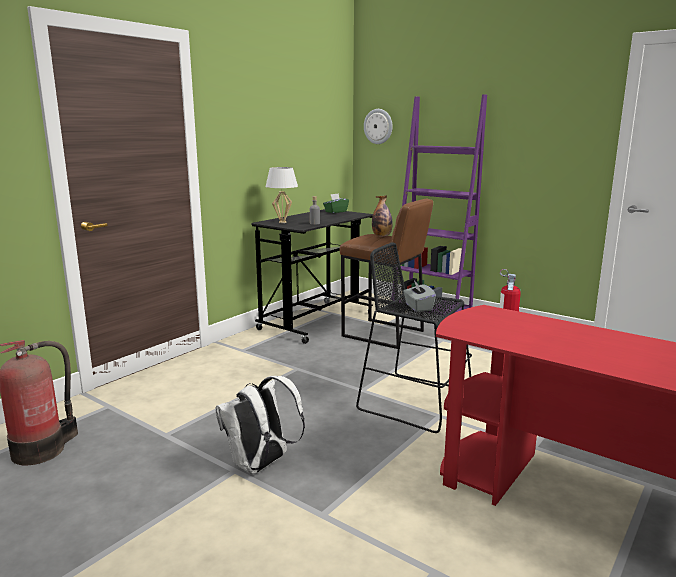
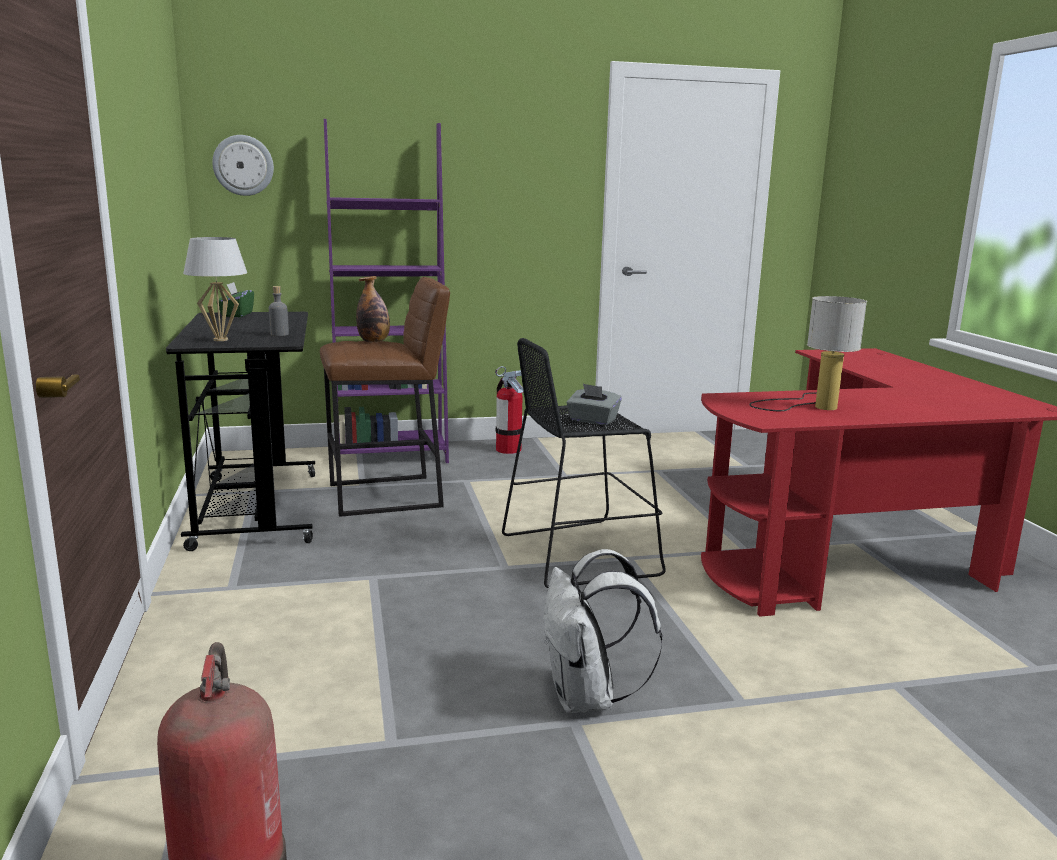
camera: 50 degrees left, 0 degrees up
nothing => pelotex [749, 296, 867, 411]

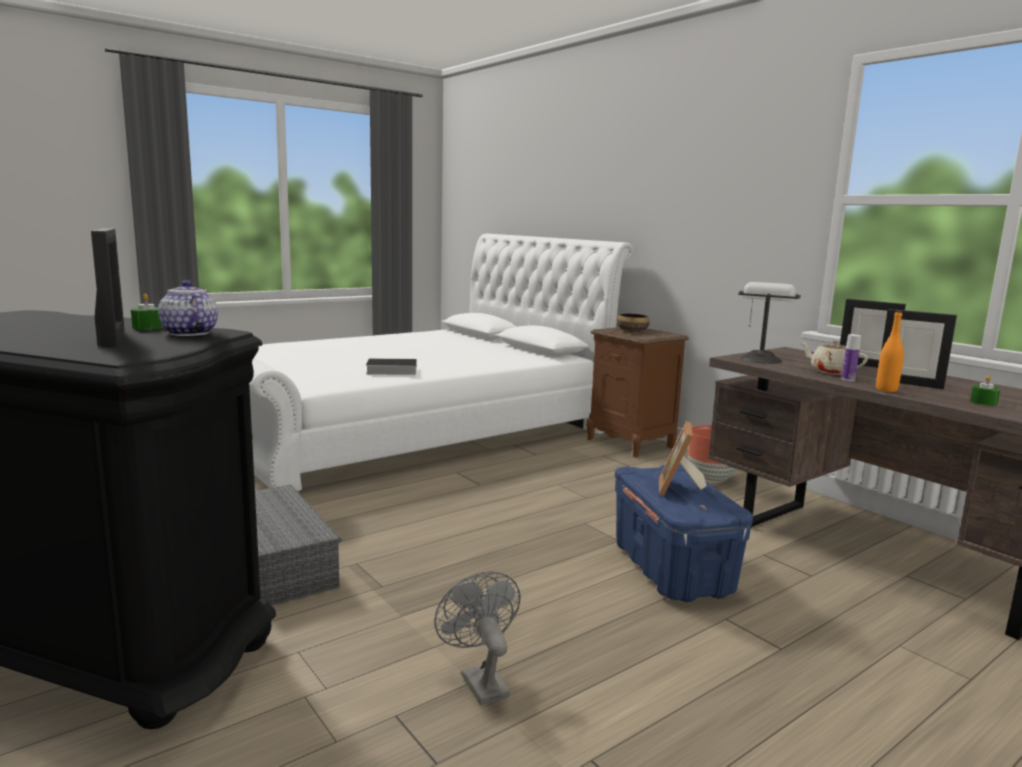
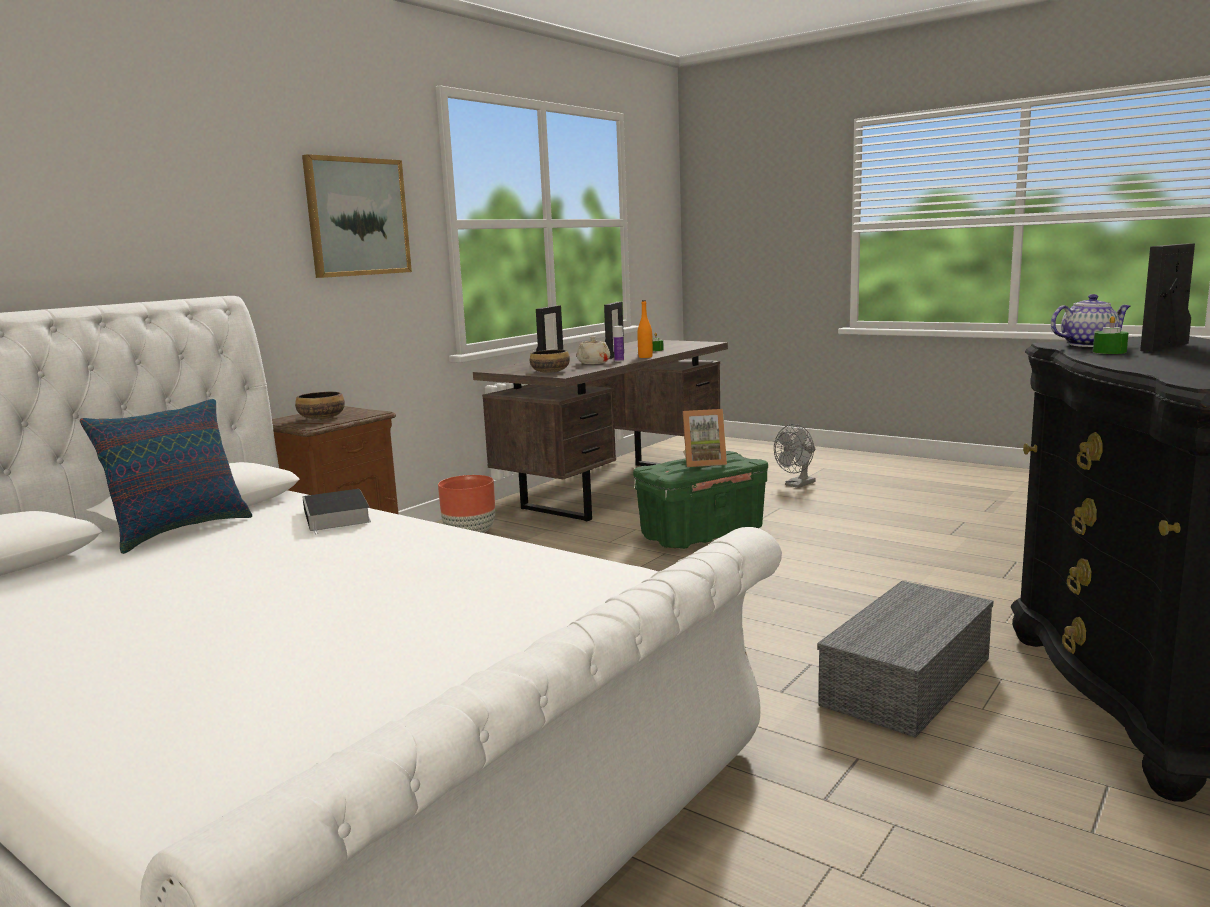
camera: 105 degrees left, 0 degrees up
nothing => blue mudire [80, 399, 252, 554]
nothing => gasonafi [302, 154, 412, 278]
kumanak [364, 358, 416, 375] => kumanak [302, 489, 371, 535], shifted
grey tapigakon [434, 571, 521, 705] => grey tapigakon [774, 424, 816, 488], shifted
pelotex [738, 282, 801, 364] => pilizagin [530, 350, 570, 373]
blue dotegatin [615, 464, 753, 602] => green dotegatin [633, 451, 768, 549]
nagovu [158, 280, 218, 336] => nagovu [1051, 294, 1131, 347], 135 degrees counterclockwise

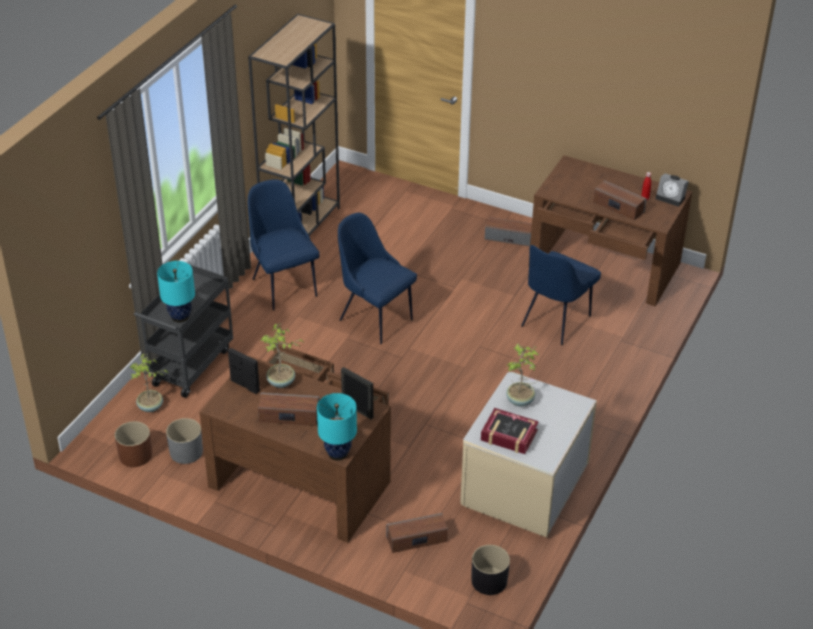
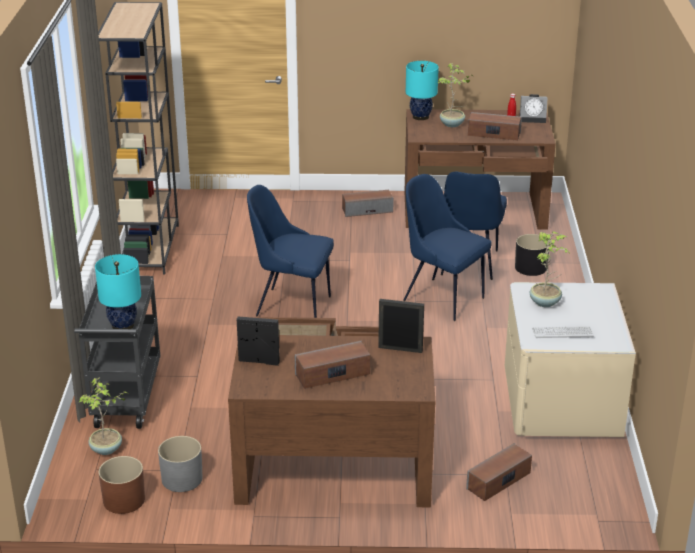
camera: 25 degrees left, 10 degrees down
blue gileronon [248, 179, 319, 311] => blue gileronon [403, 174, 492, 321], shifted
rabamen [261, 323, 304, 388] => rabamen [438, 63, 473, 127], shifted
turquoise pelotex [317, 393, 357, 461] => turquoise pelotex [406, 61, 439, 120], shifted
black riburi [472, 545, 510, 595] => black riburi [515, 234, 550, 276], shifted
kumanak [481, 408, 539, 454] => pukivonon [532, 326, 594, 339]

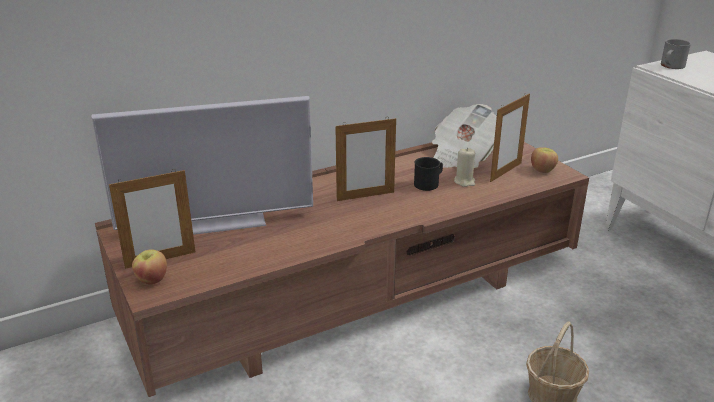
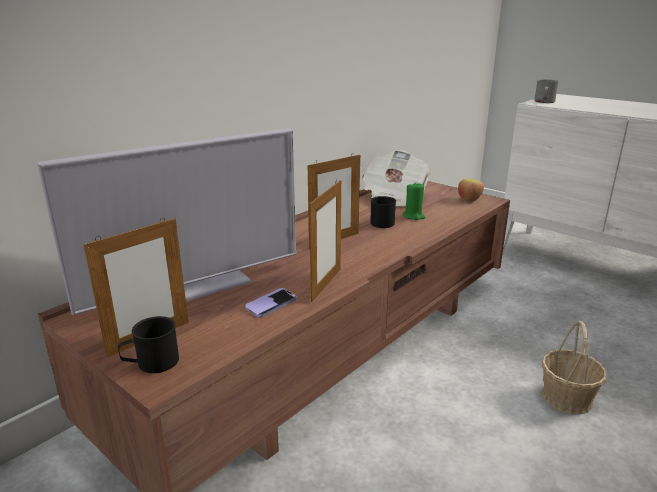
camera: 20 degrees left, 5 degrees down
nothing => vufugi [245, 288, 297, 318]
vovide [490, 93, 530, 182] => vovide [309, 180, 341, 302], shifted
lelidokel [132, 249, 167, 285] => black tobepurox [118, 316, 179, 373]
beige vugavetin [454, 148, 475, 187] => green vugavetin [403, 183, 425, 220]

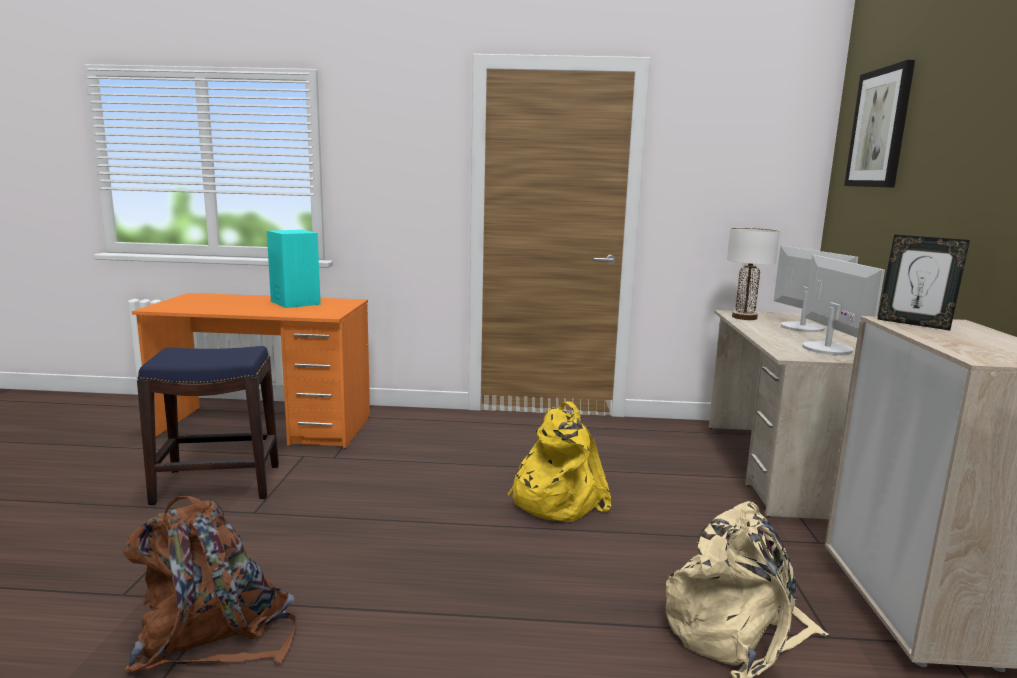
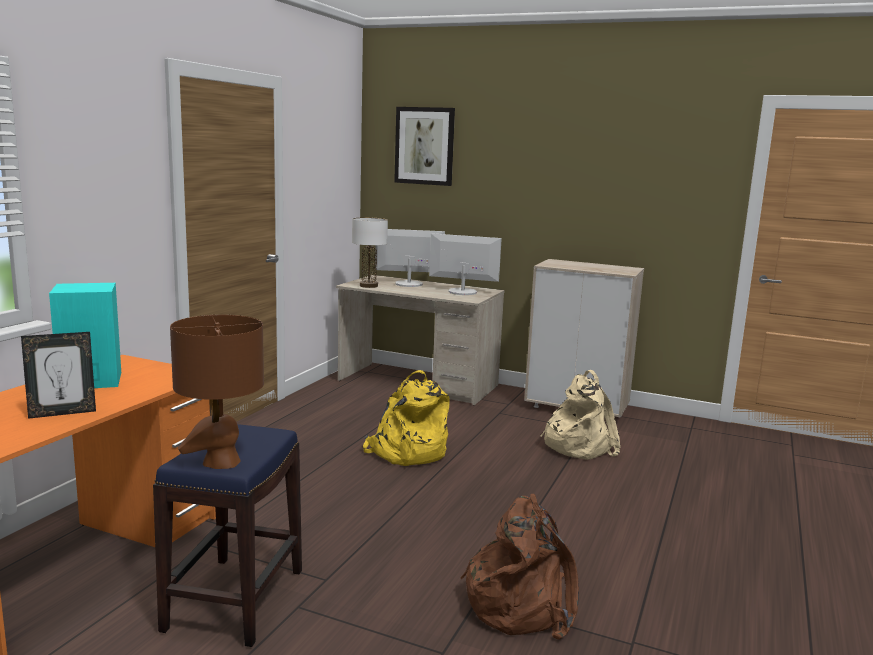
camera: 70 degrees left, 0 degrees up
nothing => brown pelotex [170, 315, 264, 469]
vovide [877, 235, 970, 330] => vovide [21, 332, 96, 419], shifted

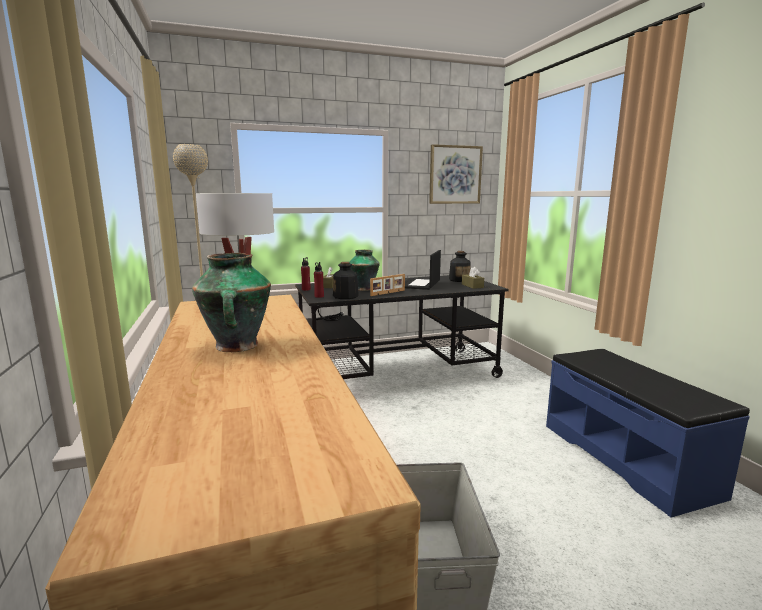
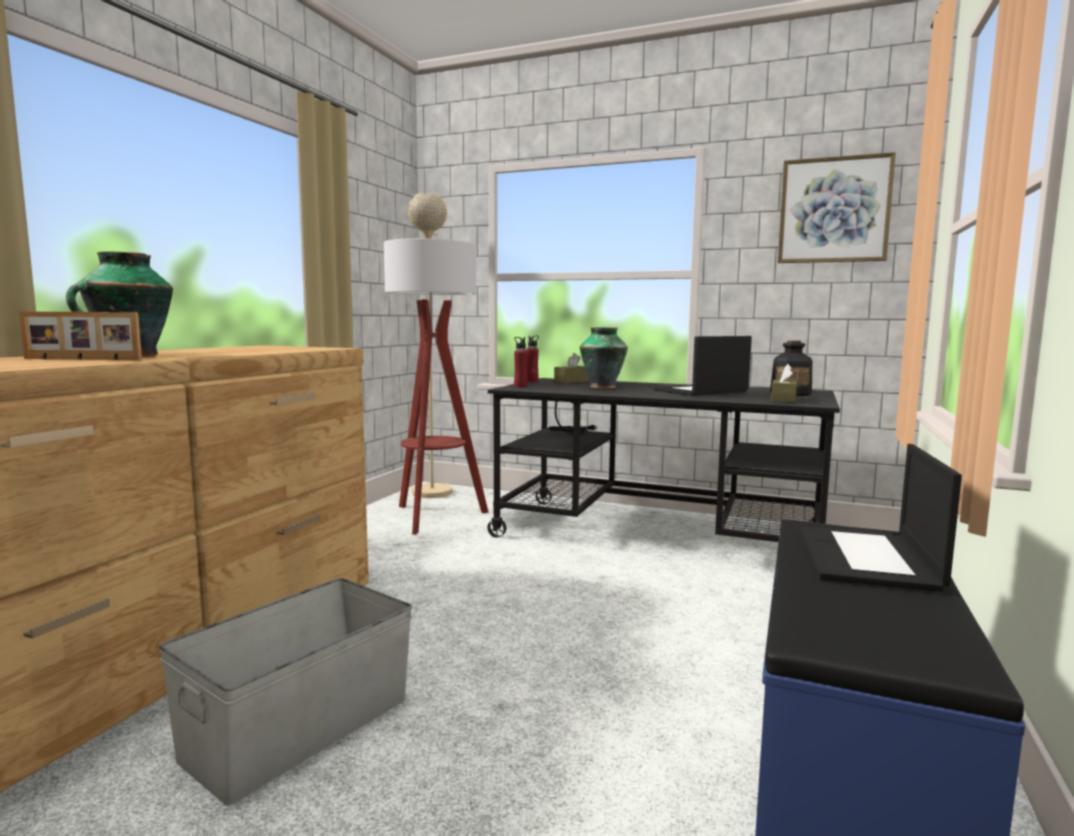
camera: 40 degrees right, 5 degrees down
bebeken [333, 262, 359, 299] => nothing
nothing => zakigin [800, 444, 962, 592]
vovide [370, 274, 405, 296] => vovide [19, 311, 142, 360], shifted

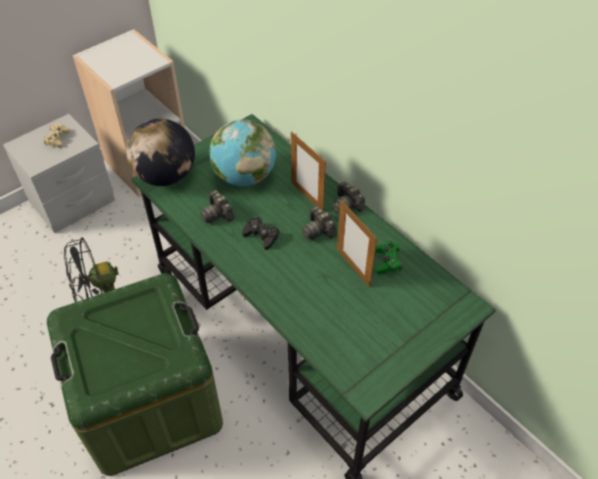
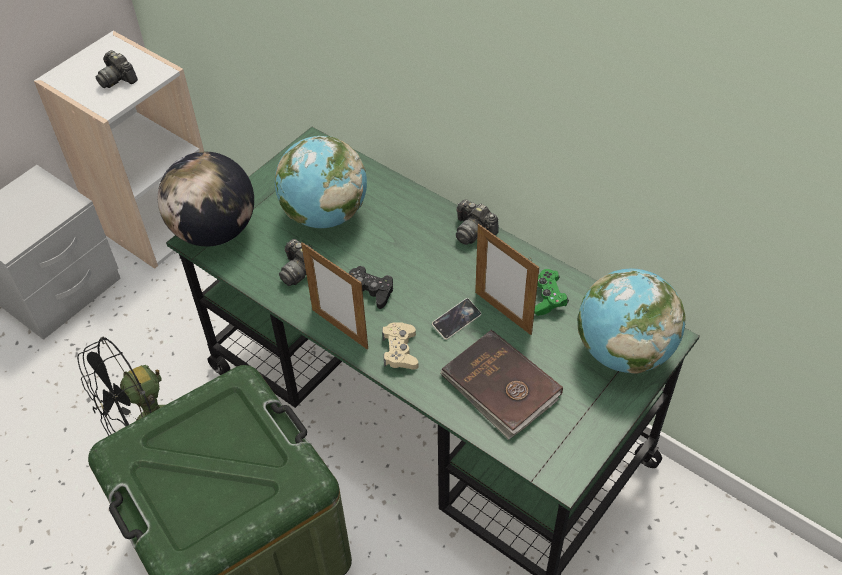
camera: 10 degrees left, 0 degrees up
nothing => vufugi [432, 298, 481, 340]
nothing => brown kumanak [440, 329, 563, 439]
nothing => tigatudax [577, 268, 686, 373]
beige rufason [43, 124, 71, 148] => beige rufason [382, 322, 419, 370], shifted
vovide [291, 131, 326, 211] => vovide [301, 242, 368, 350], shifted
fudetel [302, 206, 336, 240] => fudetel [96, 50, 138, 88], shifted

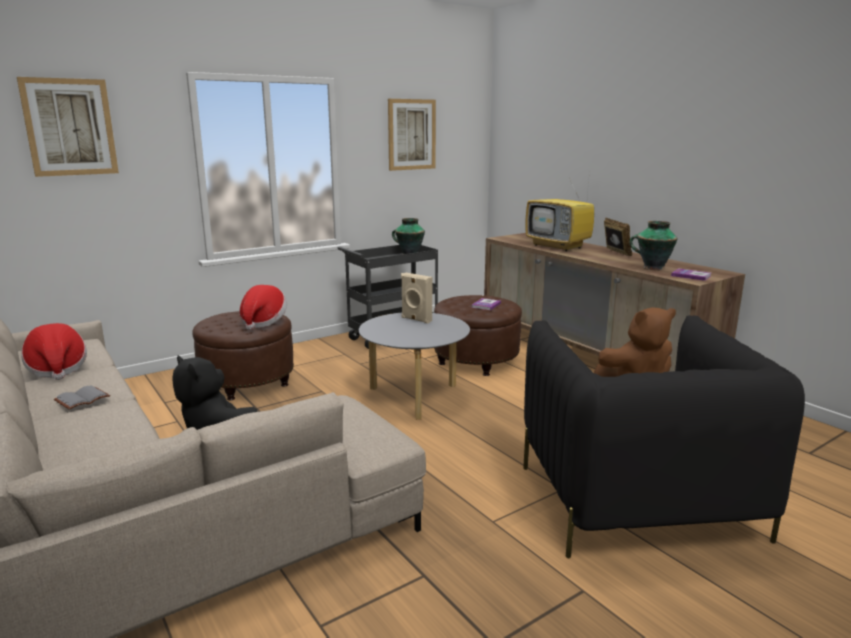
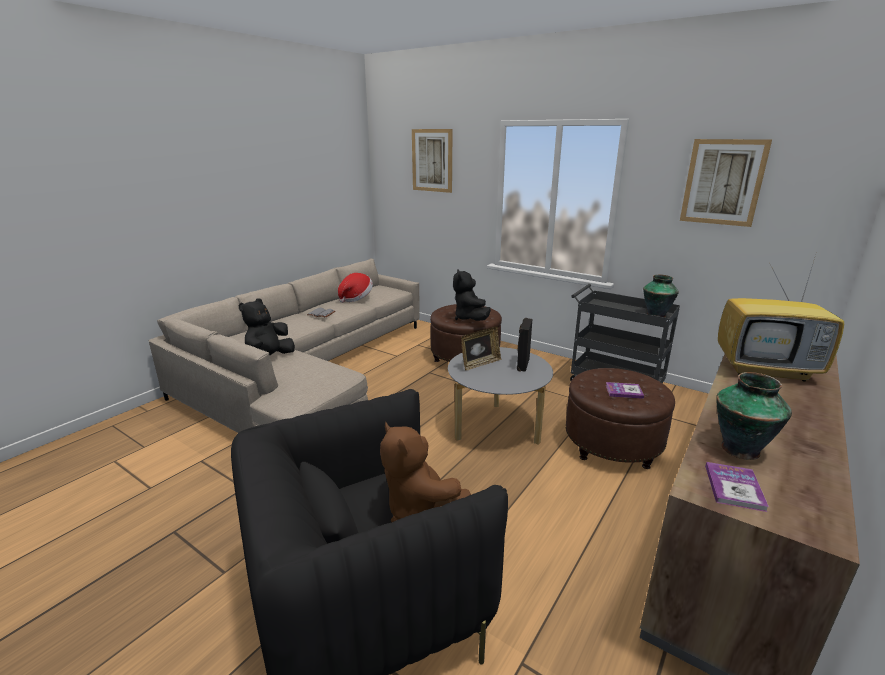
camera: 70 degrees right, 5 degrees up
vovide [604, 218, 632, 256] => vovide [461, 326, 501, 370], shifted
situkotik [240, 285, 287, 330] => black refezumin [453, 269, 491, 321]
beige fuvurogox [401, 273, 432, 323] => black fuvurogox [517, 318, 532, 372]
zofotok [525, 169, 594, 251] => zofotok [718, 258, 844, 382], 105 degrees counterclockwise

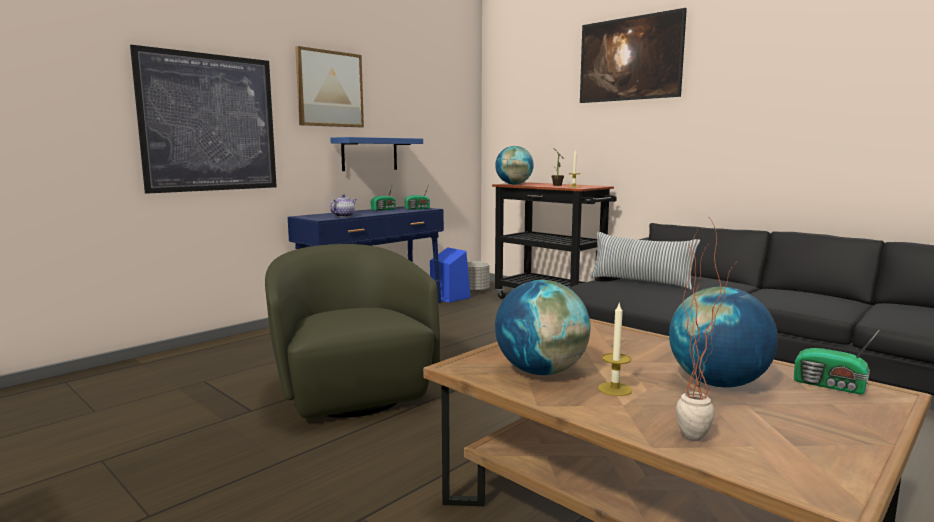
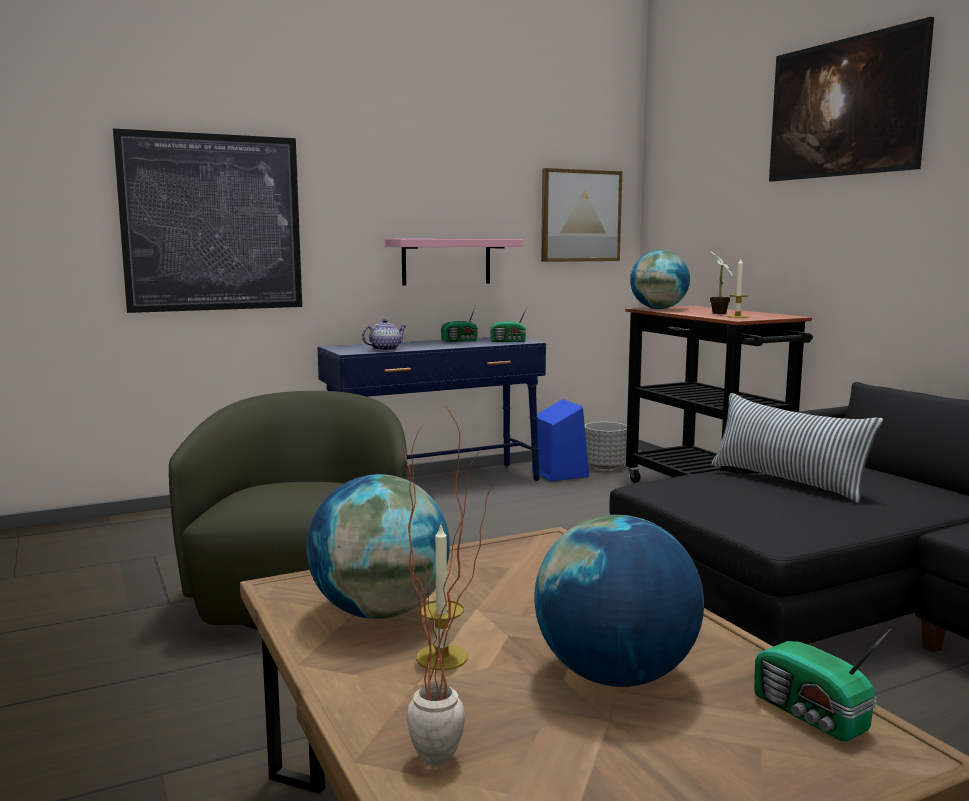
camera: 20 degrees right, 0 degrees up
gasonafi [295, 46, 364, 127] => gasonafi [541, 168, 622, 262], shifted
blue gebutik [330, 137, 423, 171] => pink gebutik [385, 239, 523, 286]

